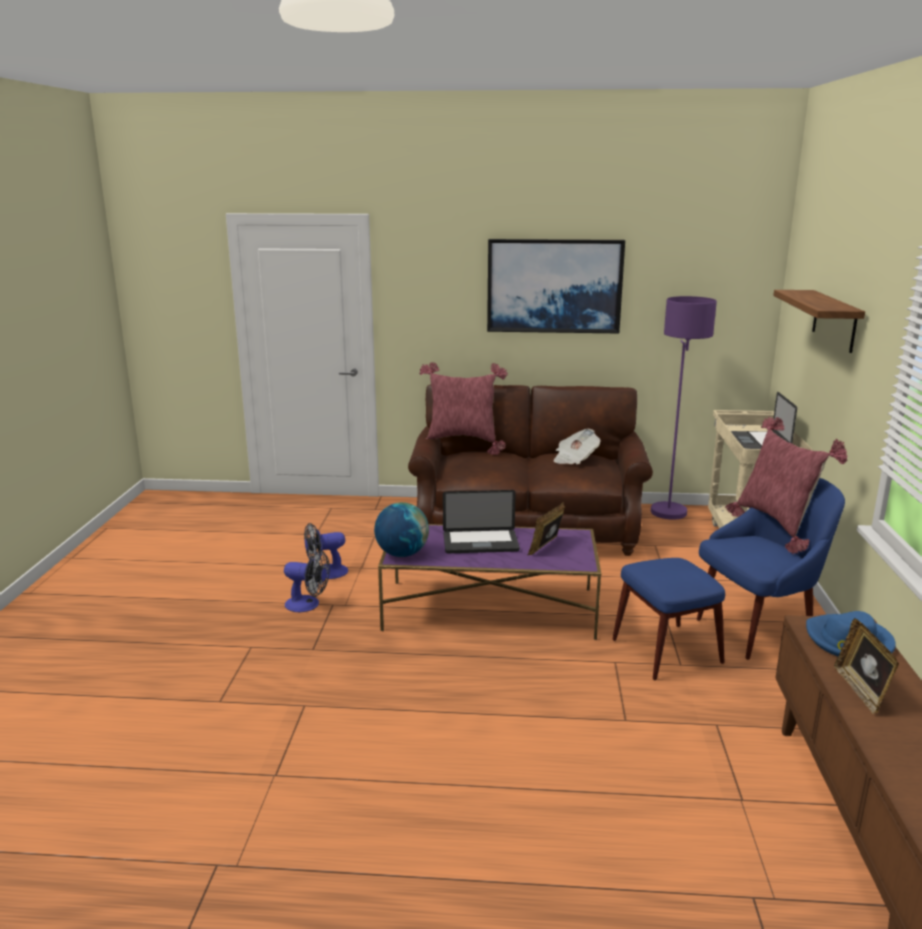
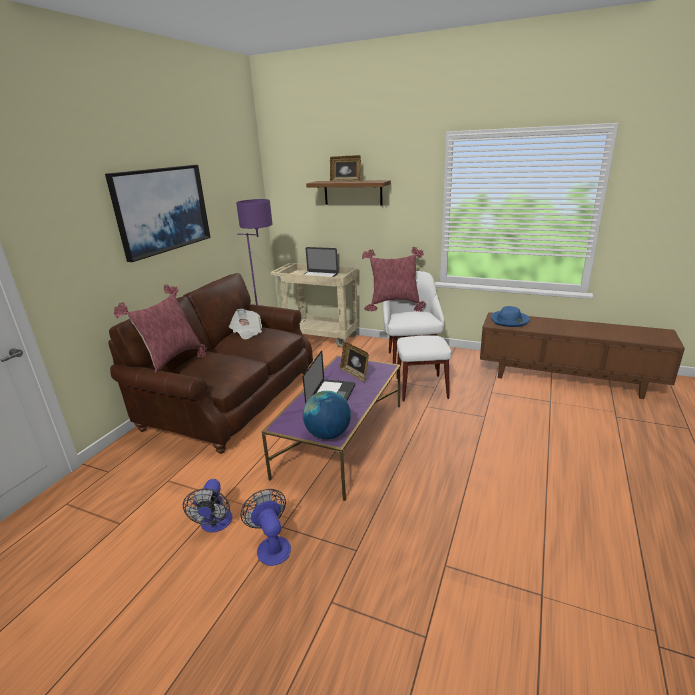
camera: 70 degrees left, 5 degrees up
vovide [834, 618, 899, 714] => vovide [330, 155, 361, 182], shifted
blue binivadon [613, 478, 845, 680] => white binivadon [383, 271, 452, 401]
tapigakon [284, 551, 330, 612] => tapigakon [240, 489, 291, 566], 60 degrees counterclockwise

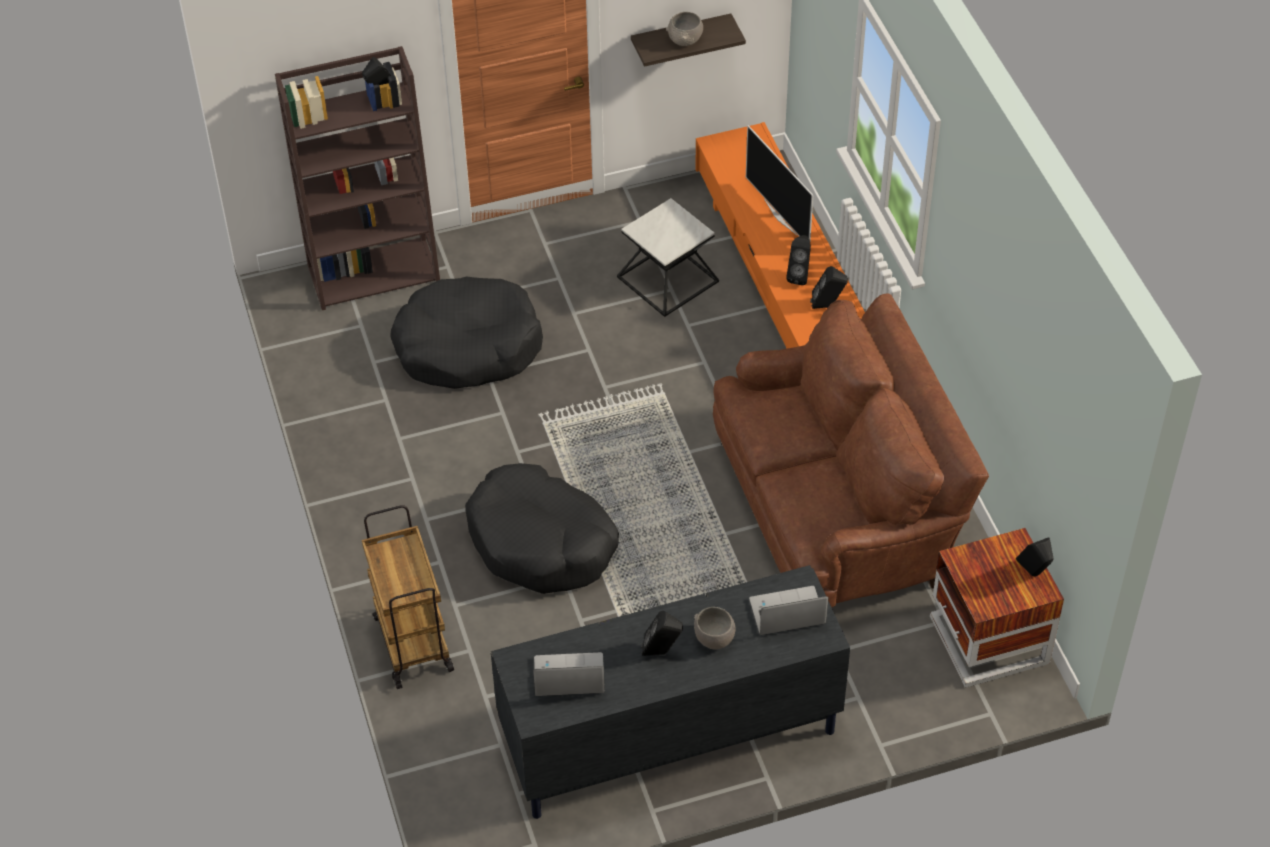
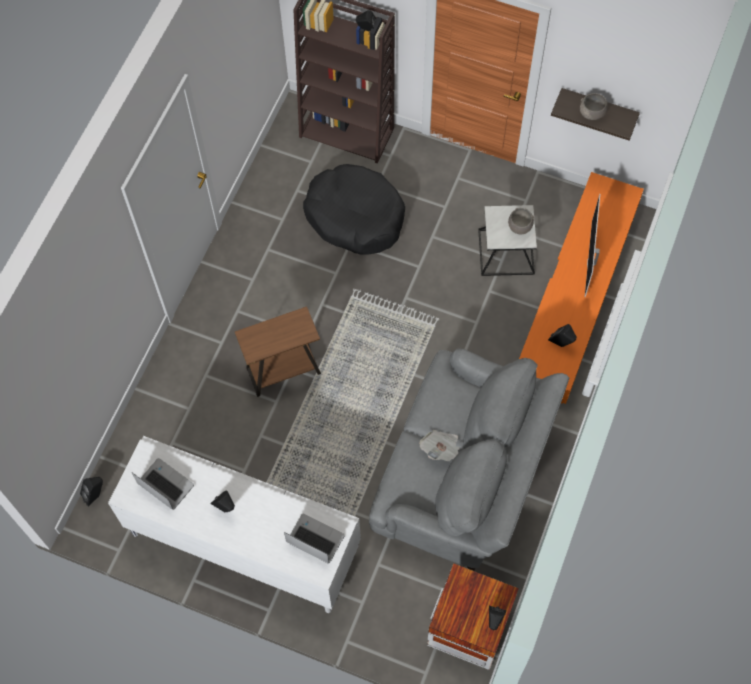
camera: 40 degrees right, 15 degrees up
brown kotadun [362, 505, 454, 689] => nothing
nothing => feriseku [419, 430, 460, 461]
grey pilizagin [694, 607, 735, 650] => grey pilizagin [508, 208, 534, 234], shifted
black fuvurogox [786, 235, 811, 285] => black fuvurogox [80, 477, 103, 507], shifted
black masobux [465, 463, 619, 594] => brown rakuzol [235, 306, 321, 397]
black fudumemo [491, 565, 850, 819] => white fudumemo [108, 436, 361, 613]
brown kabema [713, 293, 989, 607] => grey kabema [369, 348, 569, 571]

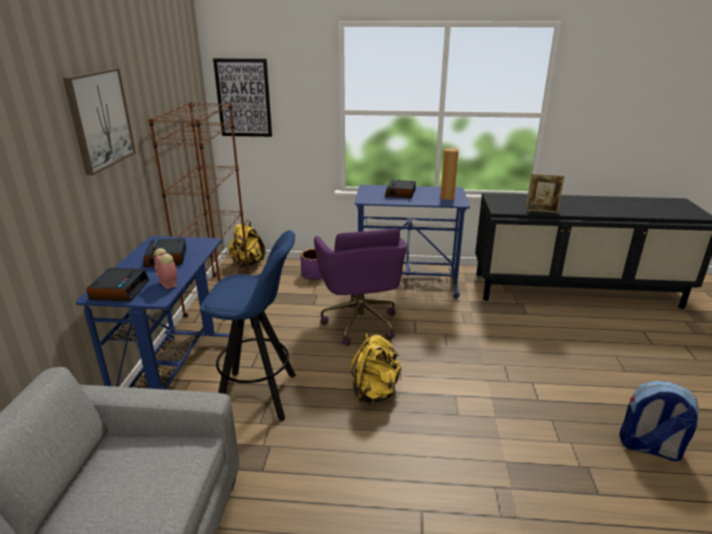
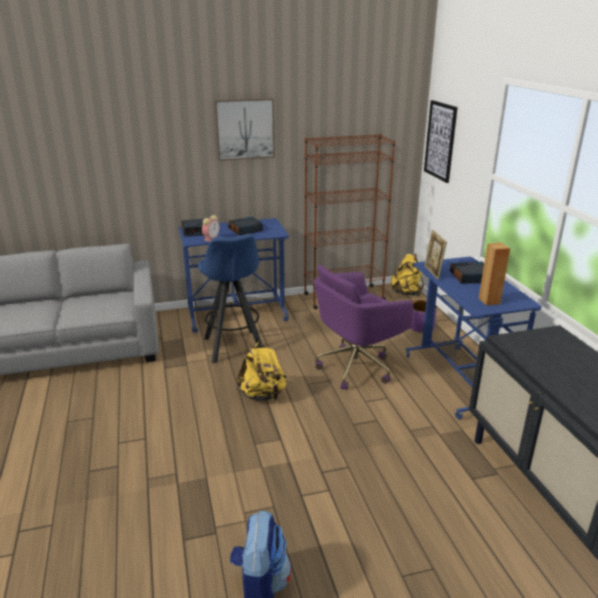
camera: 70 degrees right, 0 degrees up
vovide [526, 174, 565, 213] => vovide [424, 230, 447, 280], shifted

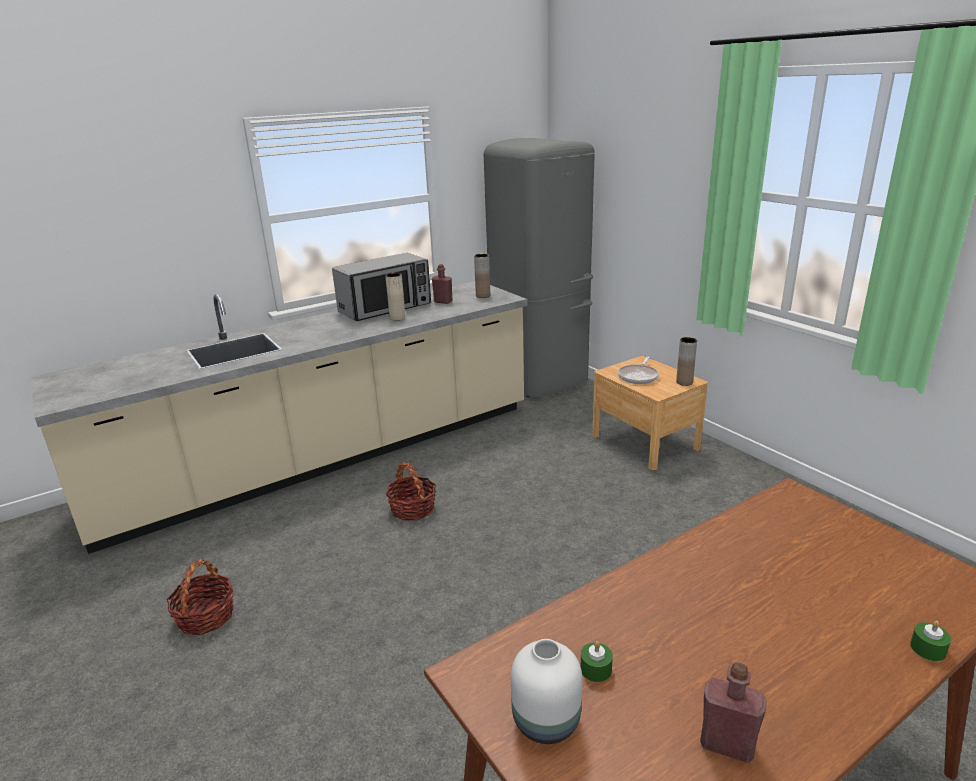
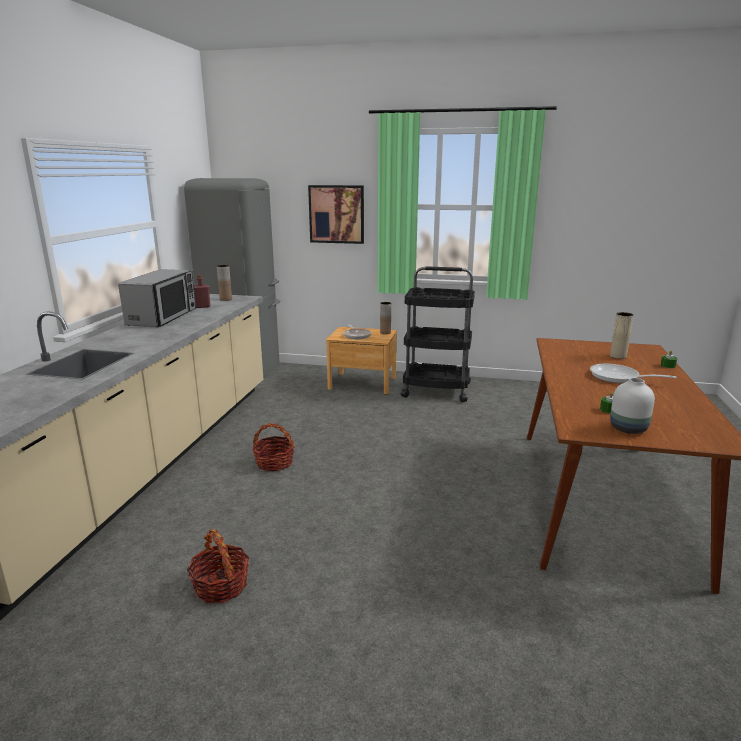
camera: 45 degrees left, 5 degrees down
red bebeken [700, 662, 767, 763] => nothing
nothing => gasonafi [308, 185, 364, 244]
nothing => black kotadun [401, 266, 475, 402]
nothing => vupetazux [590, 364, 677, 383]
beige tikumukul [385, 273, 406, 321] => beige tikumukul [610, 312, 634, 359], shifted

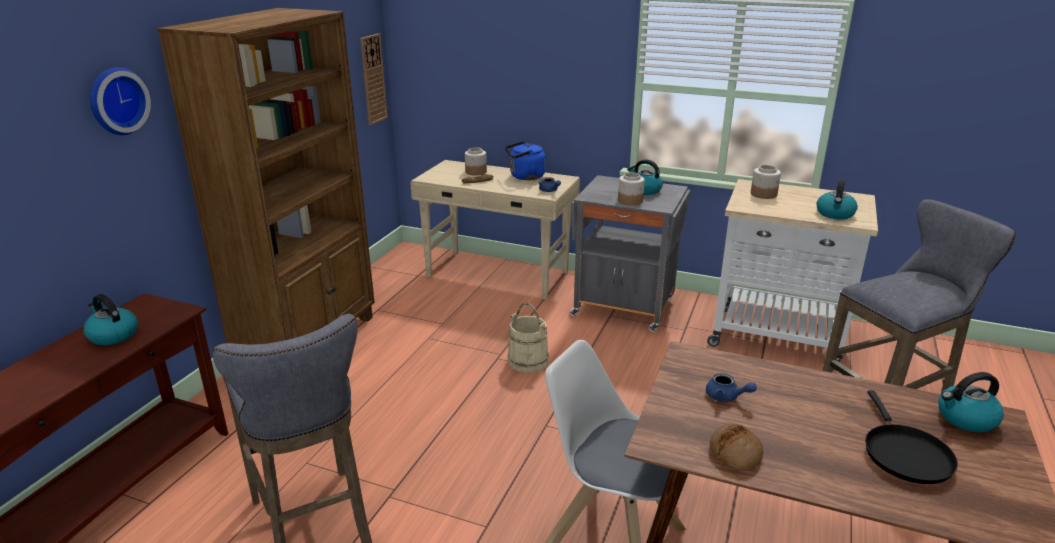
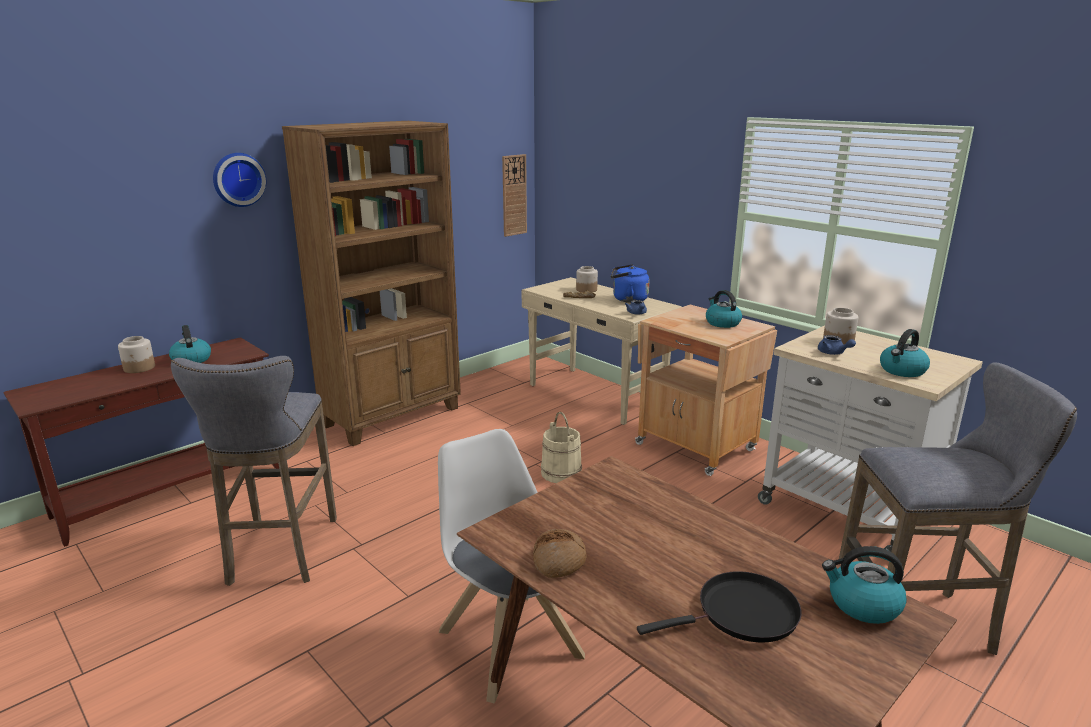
camera: 25 degrees right, 5 degrees down
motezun [618, 172, 645, 205] => motezun [118, 336, 155, 373], shifted
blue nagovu [706, 373, 757, 402] => blue nagovu [818, 335, 856, 355], shifted
grey kotadun [570, 175, 690, 332] => brown kotadun [635, 305, 777, 476]
black vupetazux [865, 390, 958, 484] => black vupetazux [637, 571, 802, 643], 135 degrees counterclockwise

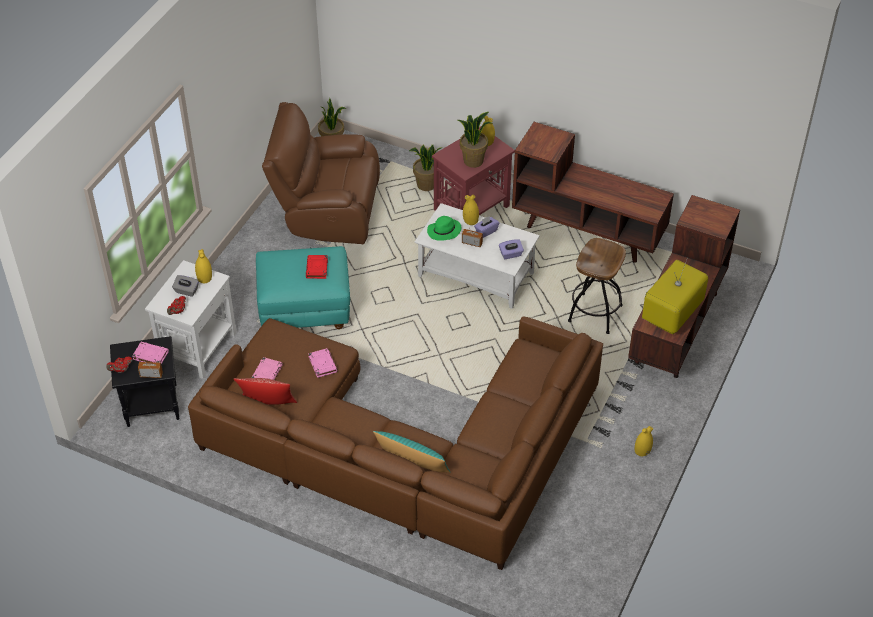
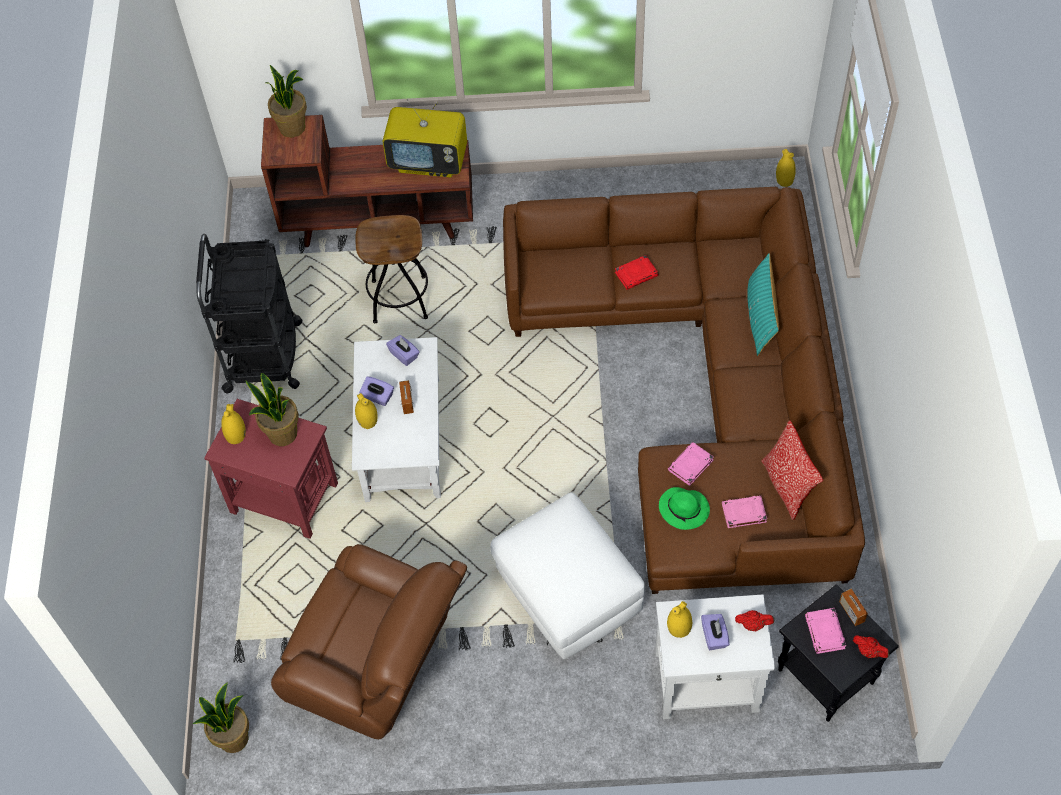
camera: 115 degrees left, 10 degrees up
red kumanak [306, 255, 328, 279] => red kumanak [615, 255, 659, 290], shifted
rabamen [409, 144, 442, 191] => rabamen [266, 65, 307, 137], shifted
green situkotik [427, 216, 462, 241] => green situkotik [659, 487, 710, 530], shifted
yellow tikumukul [635, 426, 653, 457] => yellow tikumukul [776, 149, 796, 187], shifted
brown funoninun [512, 122, 674, 263] => black kotadun [196, 234, 302, 393]
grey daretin [172, 275, 199, 297] => purple daretin [701, 614, 730, 650]
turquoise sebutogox [256, 246, 350, 329] => white sebutogox [490, 492, 646, 659]
brown binivadon [262, 102, 380, 245] => brown binivadon [271, 544, 467, 739], 45 degrees counterclockwise

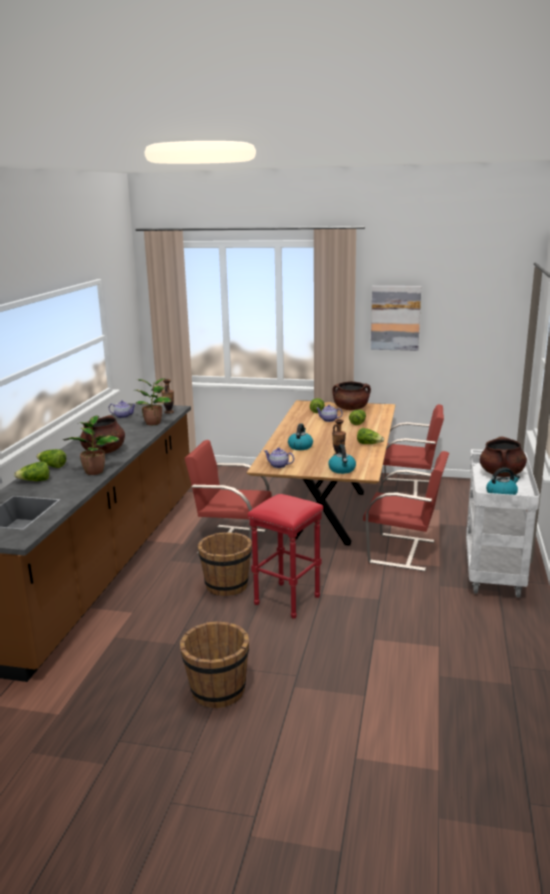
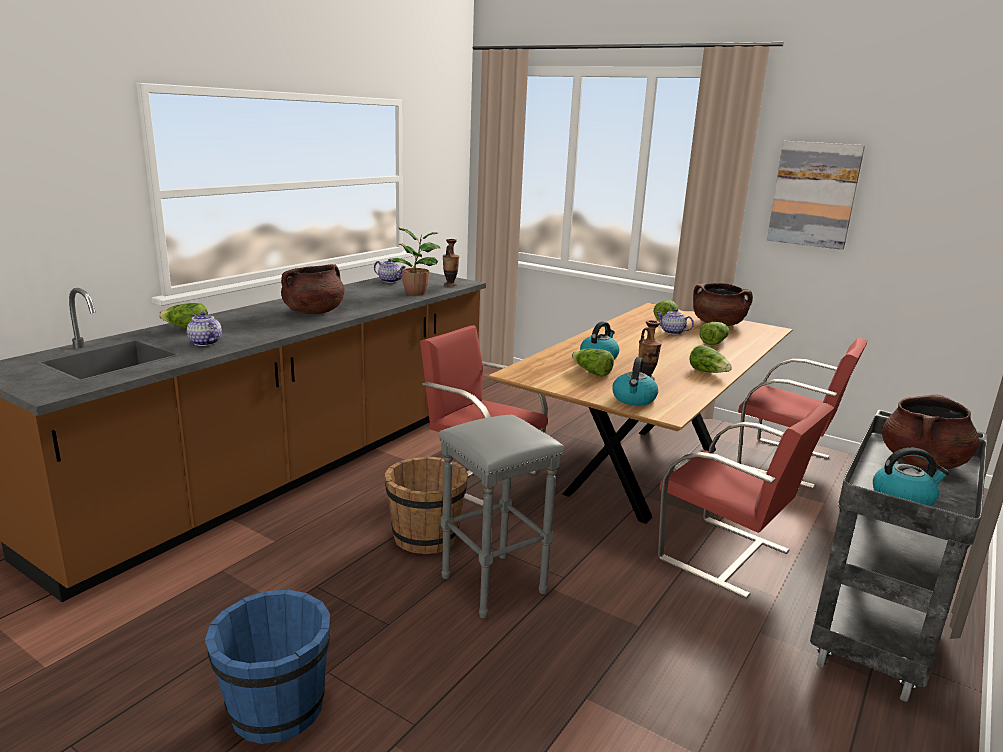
camera: 20 degrees right, 0 degrees up
rabamen [62, 416, 120, 475] => nothing
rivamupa [36, 449, 66, 468] => rivamupa [572, 349, 614, 377], shifted
nagovu [264, 448, 294, 468] => nagovu [187, 312, 222, 346], shifted
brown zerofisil [180, 621, 249, 708] => blue zerofisil [205, 589, 331, 744]
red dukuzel [248, 494, 323, 619] => grey dukuzel [439, 415, 564, 618]
white kotadun [466, 449, 540, 598] => black kotadun [810, 410, 987, 702]

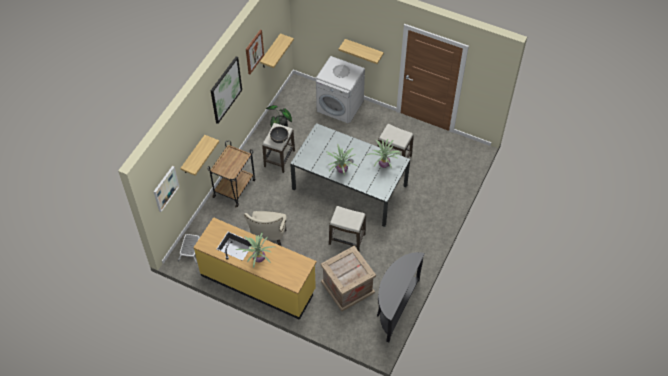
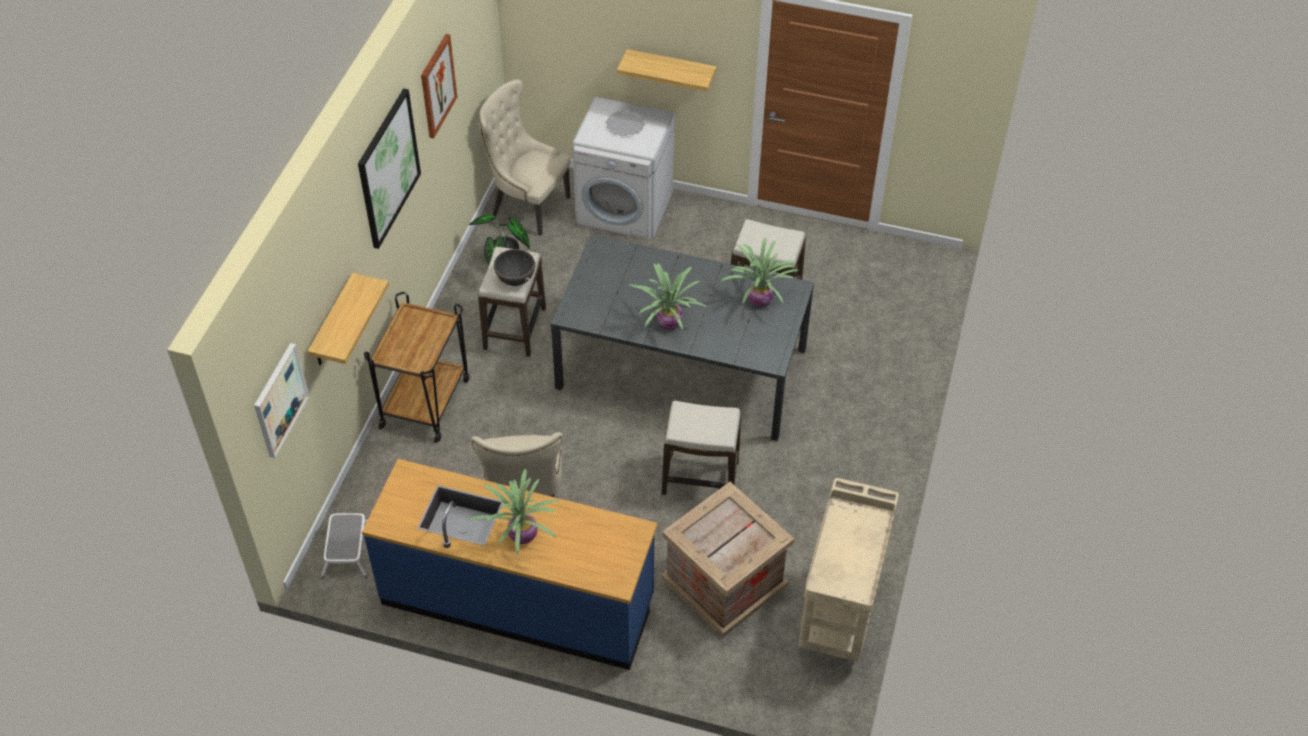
camera: 10 degrees left, 5 degrees down
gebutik [260, 33, 294, 68] => nothing
nothing => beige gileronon [479, 80, 571, 236]
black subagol [377, 252, 425, 342] => beige kotadun [799, 478, 899, 664]
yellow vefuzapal [193, 217, 316, 320] => blue vefuzapal [362, 459, 657, 670]

